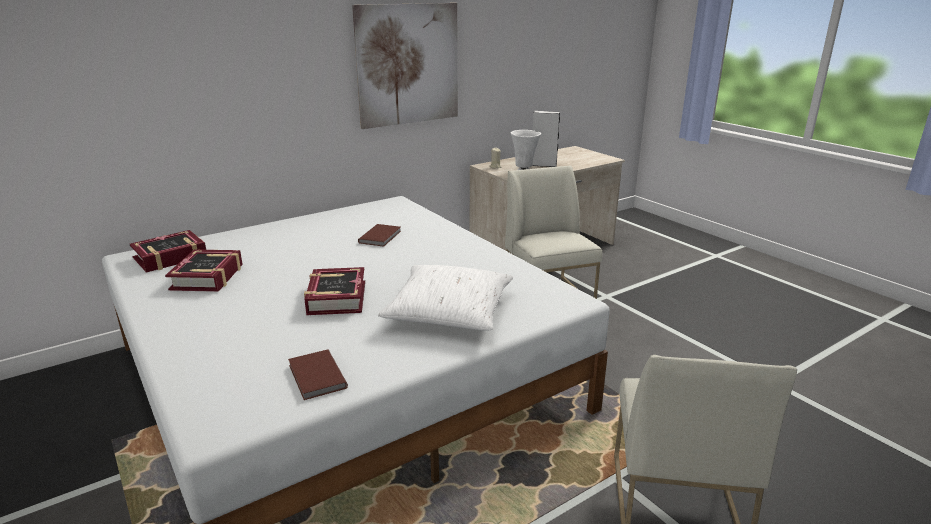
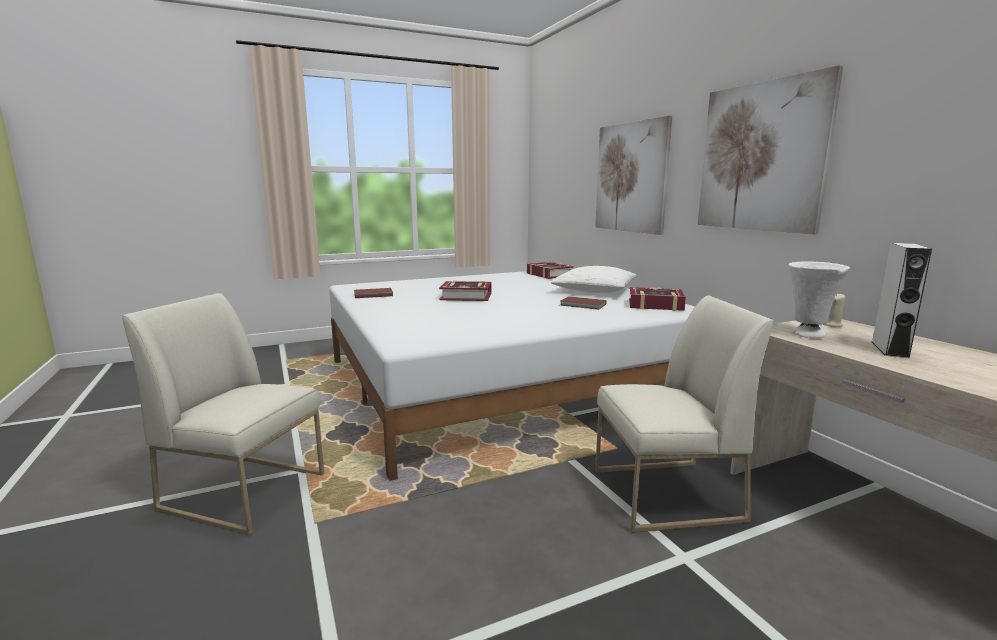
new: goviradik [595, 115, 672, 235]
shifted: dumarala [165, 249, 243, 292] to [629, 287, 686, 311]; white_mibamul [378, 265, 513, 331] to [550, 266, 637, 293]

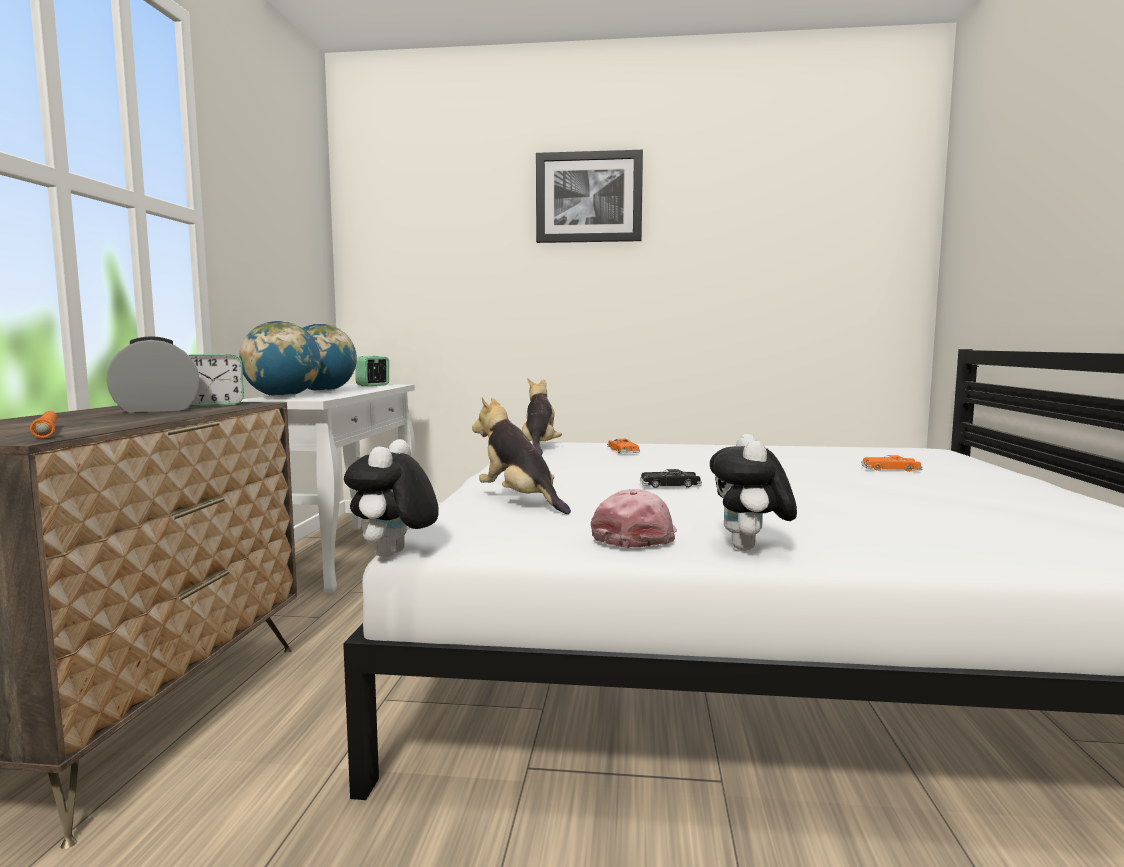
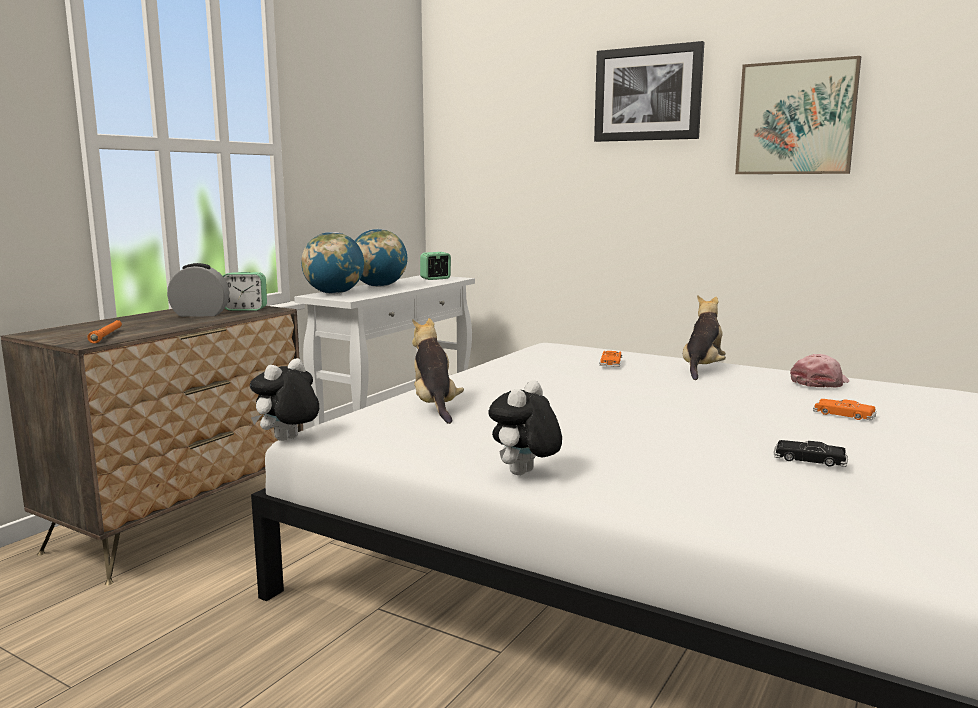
new: goviradik [735, 56, 861, 174]
shifted: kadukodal [522, 379, 562, 455] to [683, 295, 726, 380]; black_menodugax [640, 469, 702, 488] to [774, 440, 848, 467]; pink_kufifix [591, 489, 677, 549] to [790, 354, 849, 388]

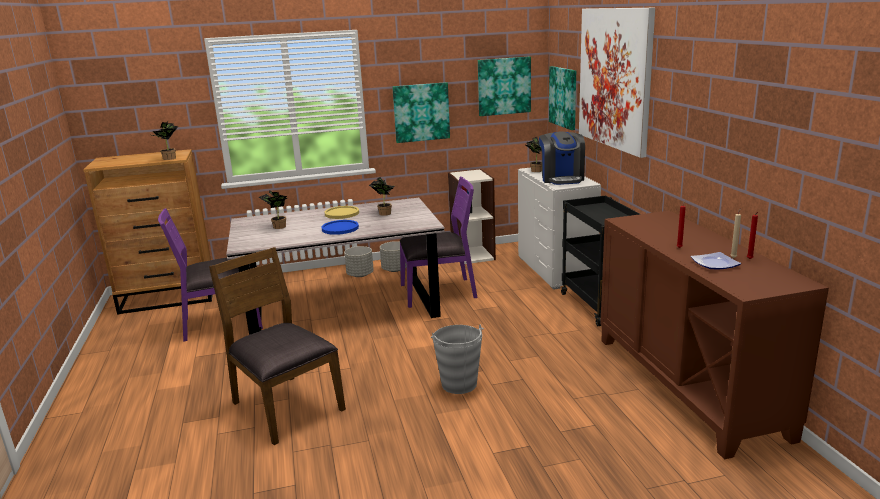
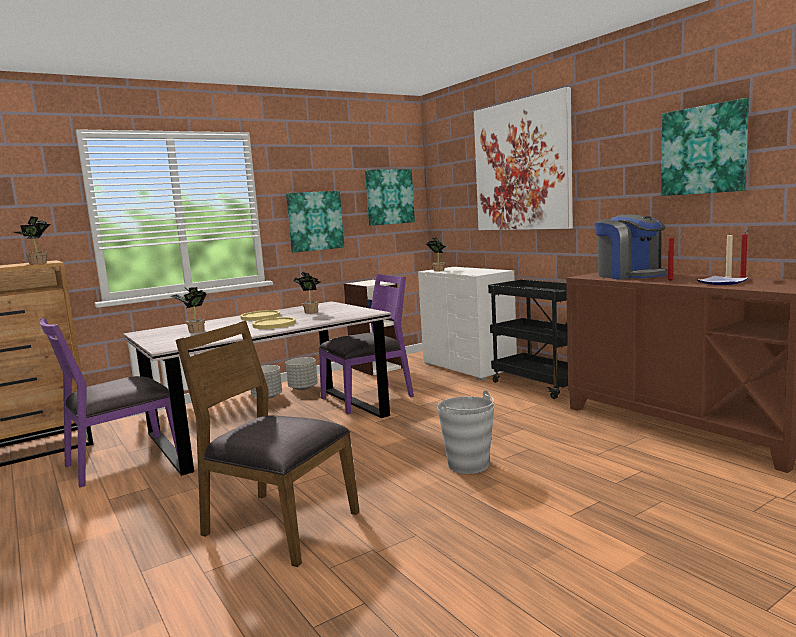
shifted: goviradik [549, 66, 576, 130] to [661, 98, 749, 196]; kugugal [539, 131, 585, 185] to [594, 215, 668, 280]
repainted: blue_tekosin [322, 220, 359, 235] to yellow_tekosin [252, 317, 296, 329]

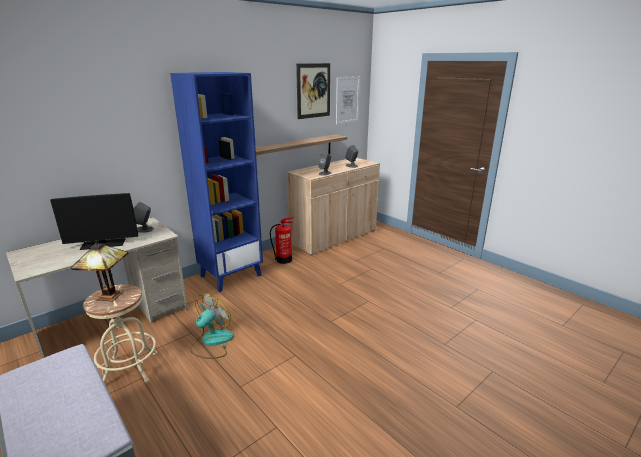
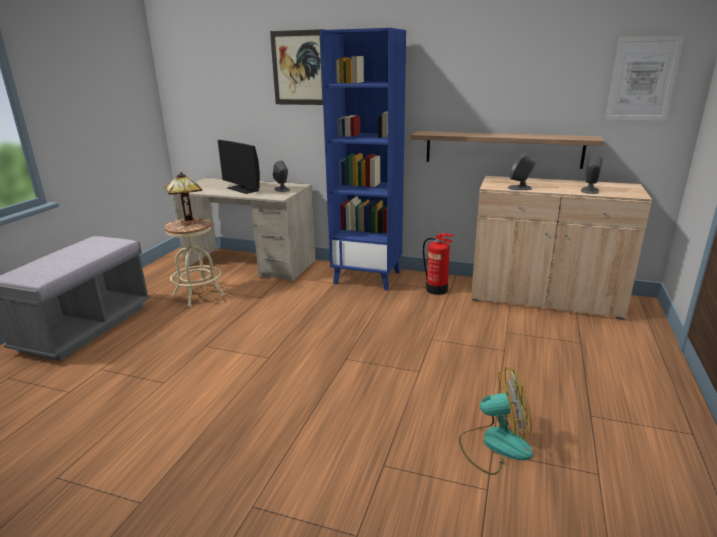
shifted: goviradik [296, 63, 330, 119] to [270, 29, 325, 105]; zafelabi [190, 293, 234, 359] to [459, 367, 533, 475]

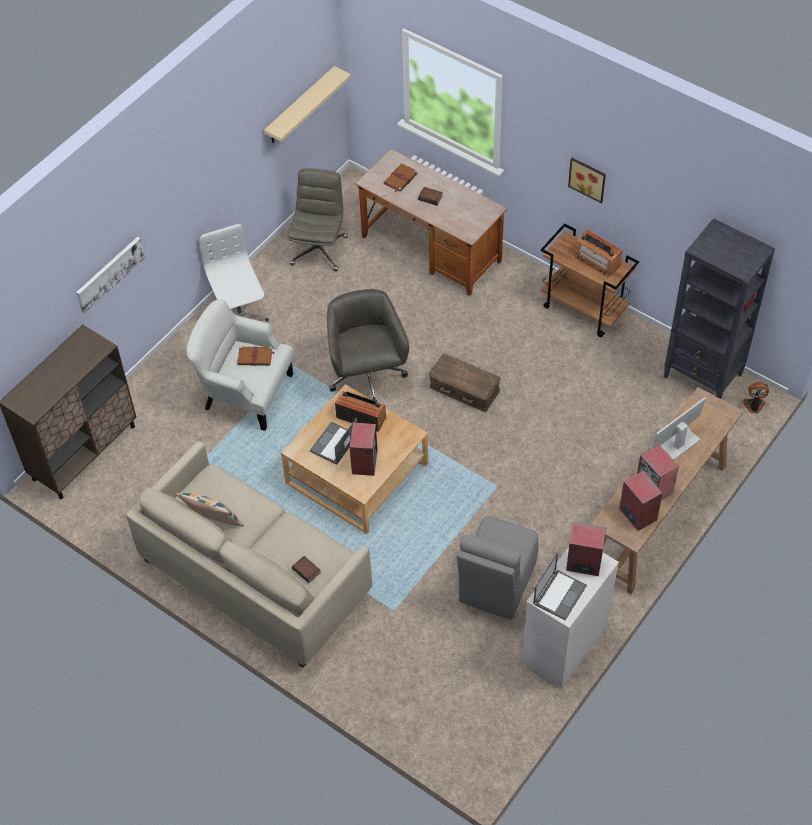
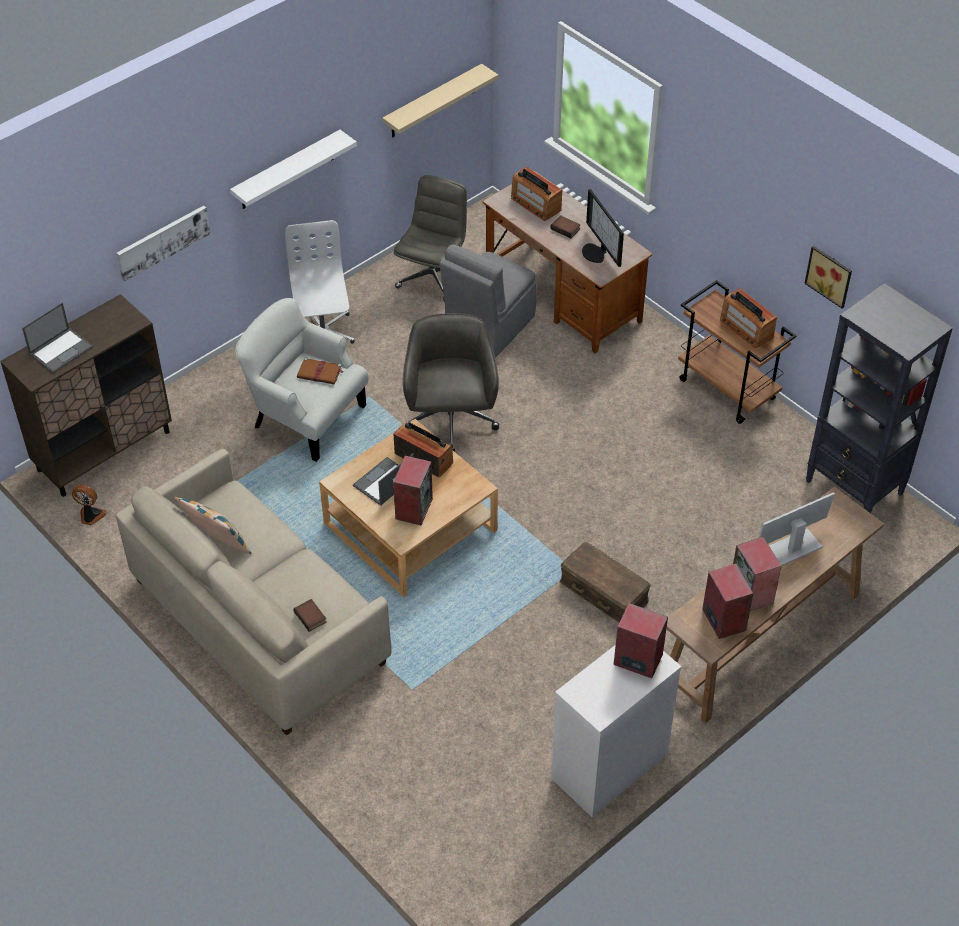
new: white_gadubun [230, 130, 357, 209]; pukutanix [582, 189, 624, 267]
shifted: goviradik [568, 158, 606, 203] to [804, 246, 852, 308]; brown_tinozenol [429, 354, 500, 412] to [560, 542, 651, 622]; zafelabi [743, 382, 769, 413] to [72, 485, 107, 525]; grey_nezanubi [457, 516, 539, 620] to [439, 245, 537, 358]; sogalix [533, 553, 587, 620] to [22, 303, 93, 374]
swapped: brown_dumarala [384, 164, 418, 192] to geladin [511, 167, 562, 221]

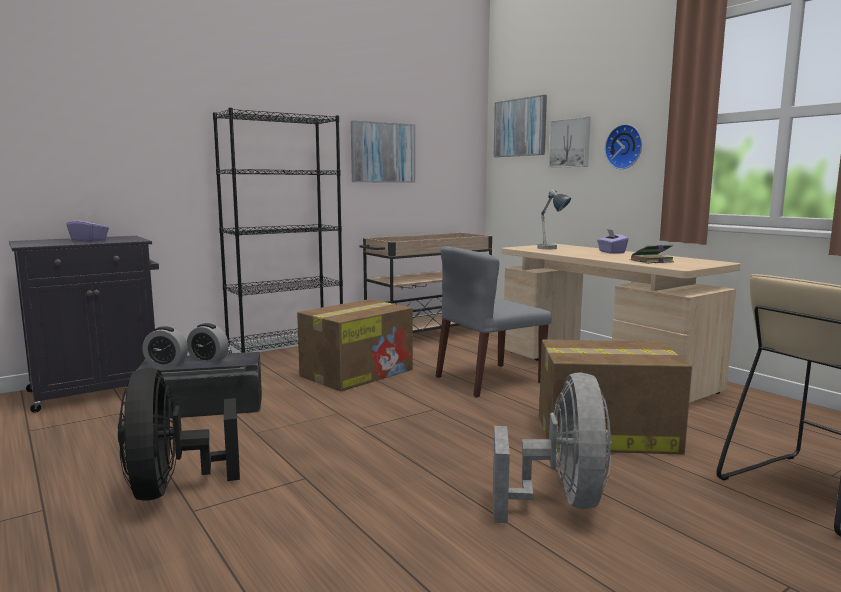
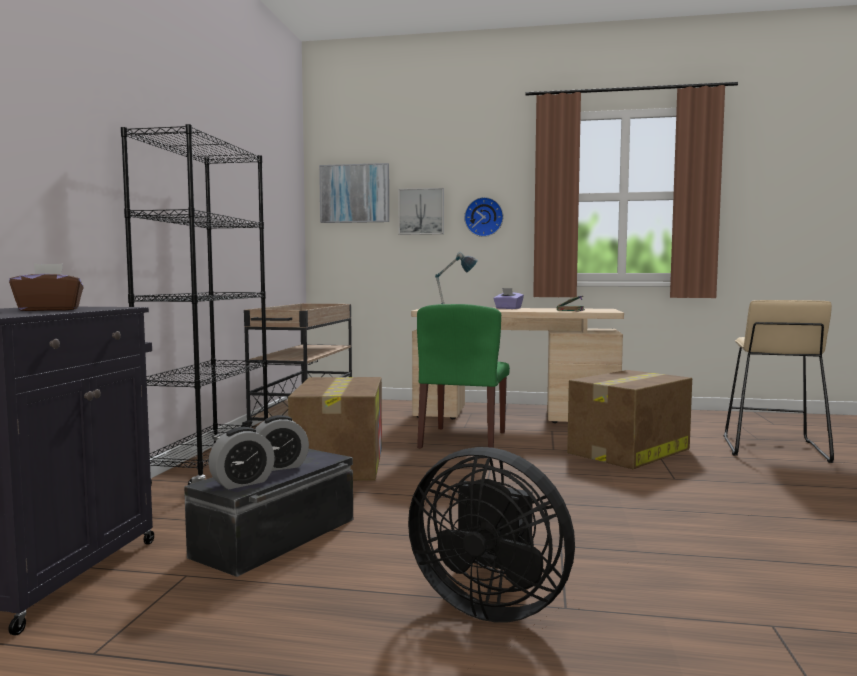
gone: goviradik [351, 120, 415, 182]; grey_zafelabi [493, 372, 612, 523]
repainted: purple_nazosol [66, 214, 109, 242] to brown_nazosol [9, 263, 84, 311]; grey_nezanubi [436, 246, 552, 398] to green_nezanubi [417, 304, 510, 449]

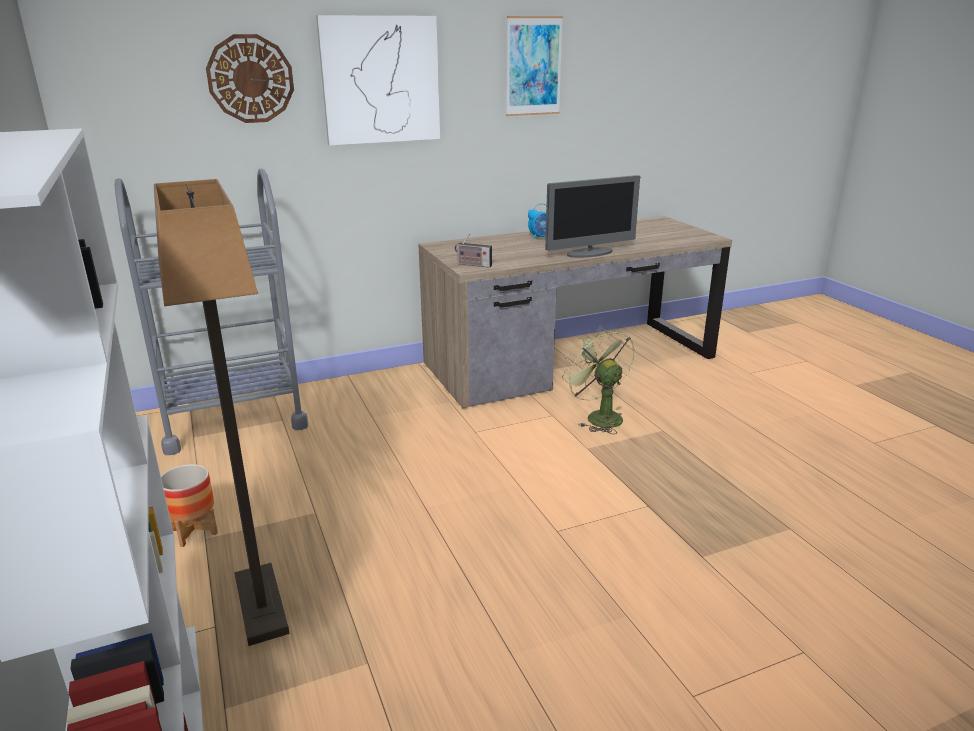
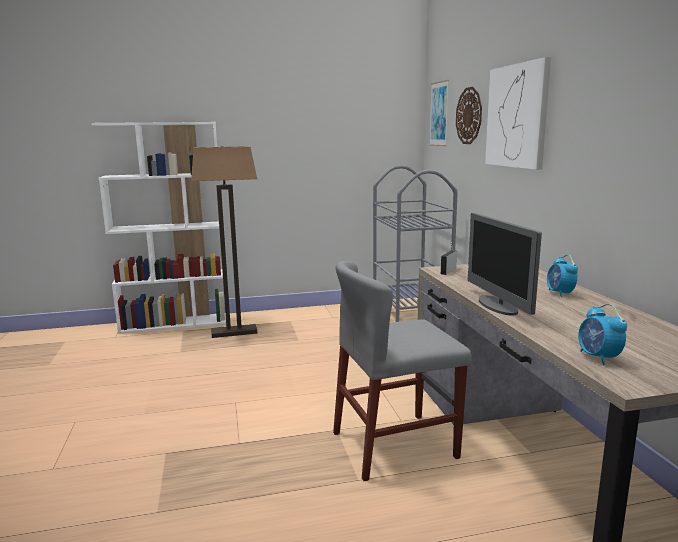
gone: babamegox [161, 464, 218, 547]
new: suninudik [578, 304, 627, 365]
shifted: goviradik [506, 16, 563, 116] to [429, 80, 449, 146]
swapped: green_zafelabi [562, 327, 635, 434] to grey_nezanubi [333, 261, 472, 481]

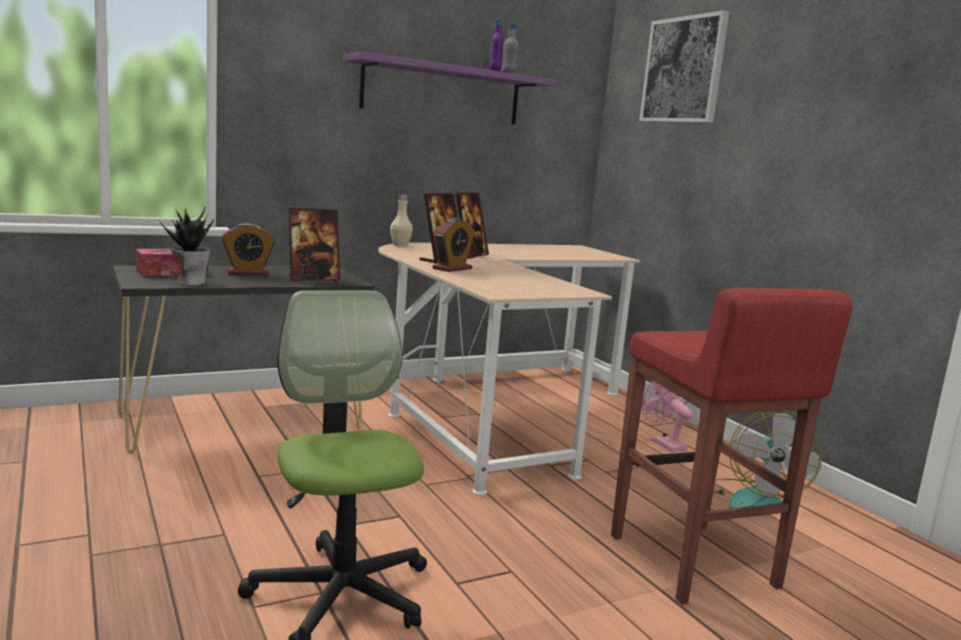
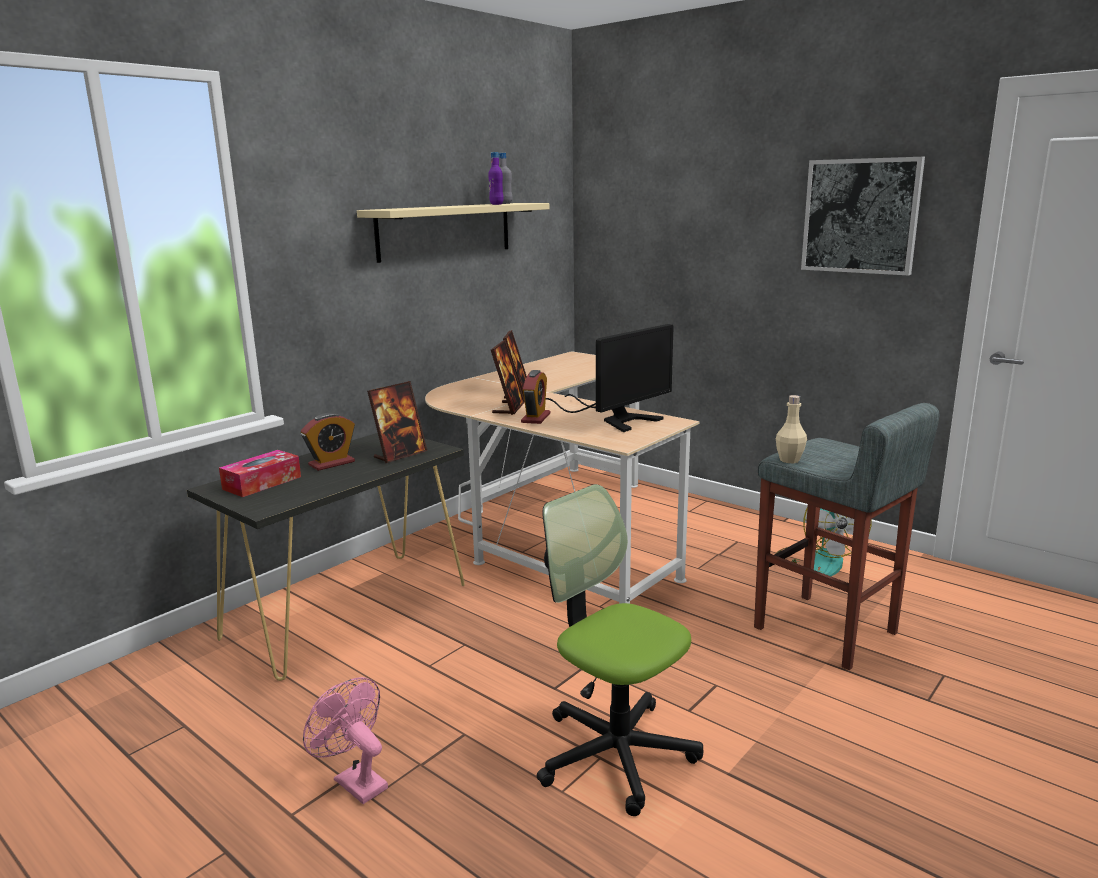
gone: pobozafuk [159, 207, 214, 285]
new: pukutanix [546, 324, 674, 432]
shifted: goviradik [639, 10, 729, 123] to [801, 157, 925, 275]; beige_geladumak [390, 195, 413, 247] to [776, 395, 807, 463]; pink_zafelabi [642, 381, 693, 452] to [303, 677, 388, 804]
repainted: purple_gadubun [343, 52, 556, 125] to beige_gadubun [357, 203, 550, 263]; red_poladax [611, 288, 853, 604] to grey_poladax [754, 403, 939, 670]

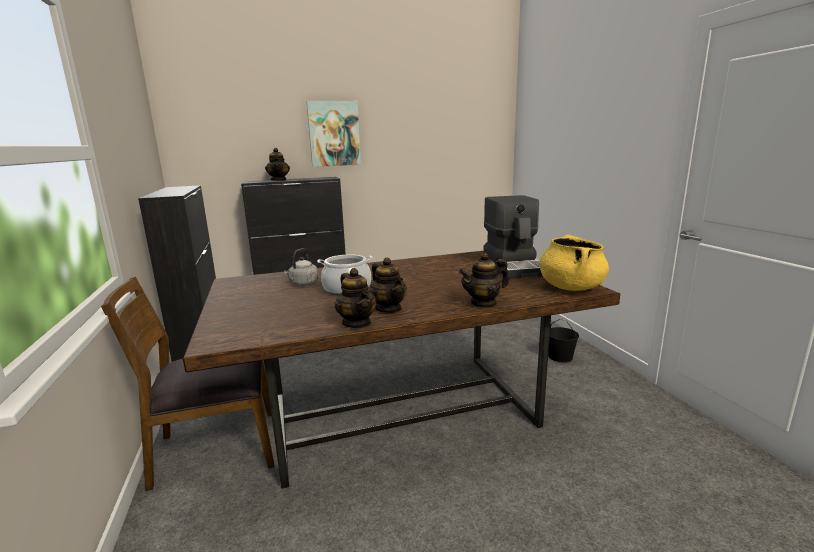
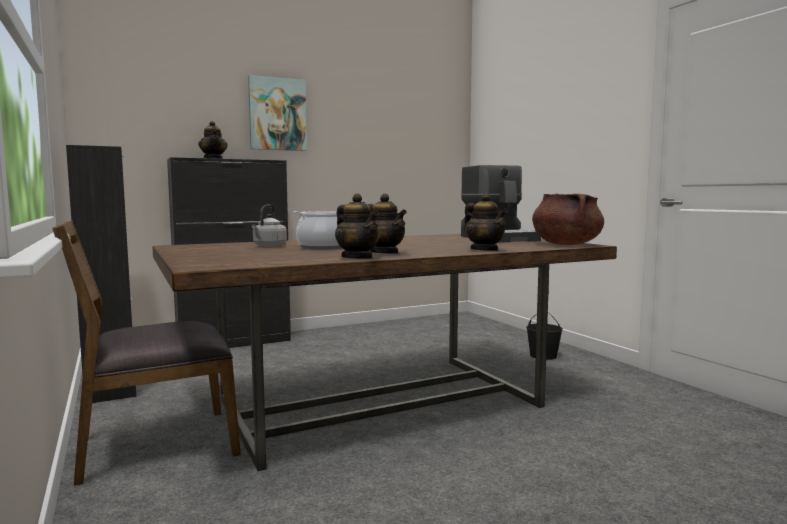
repainted: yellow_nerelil [540, 235, 609, 291] to brown_nerelil [532, 193, 604, 245]
rotated: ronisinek [459, 253, 509, 308] = [464, 193, 508, 251] 90 degrees counterclockwise

